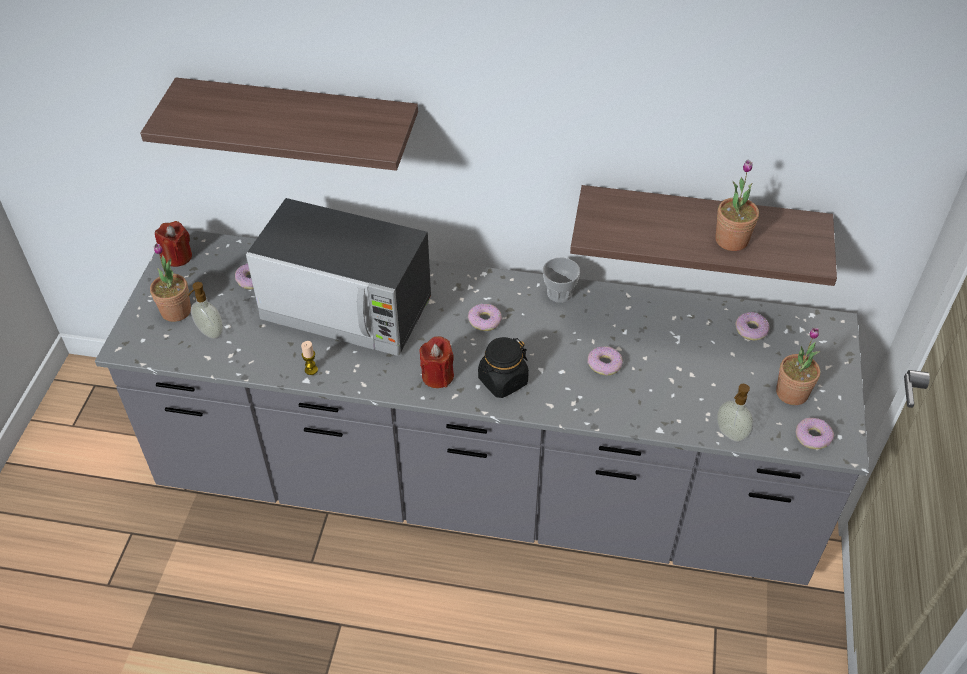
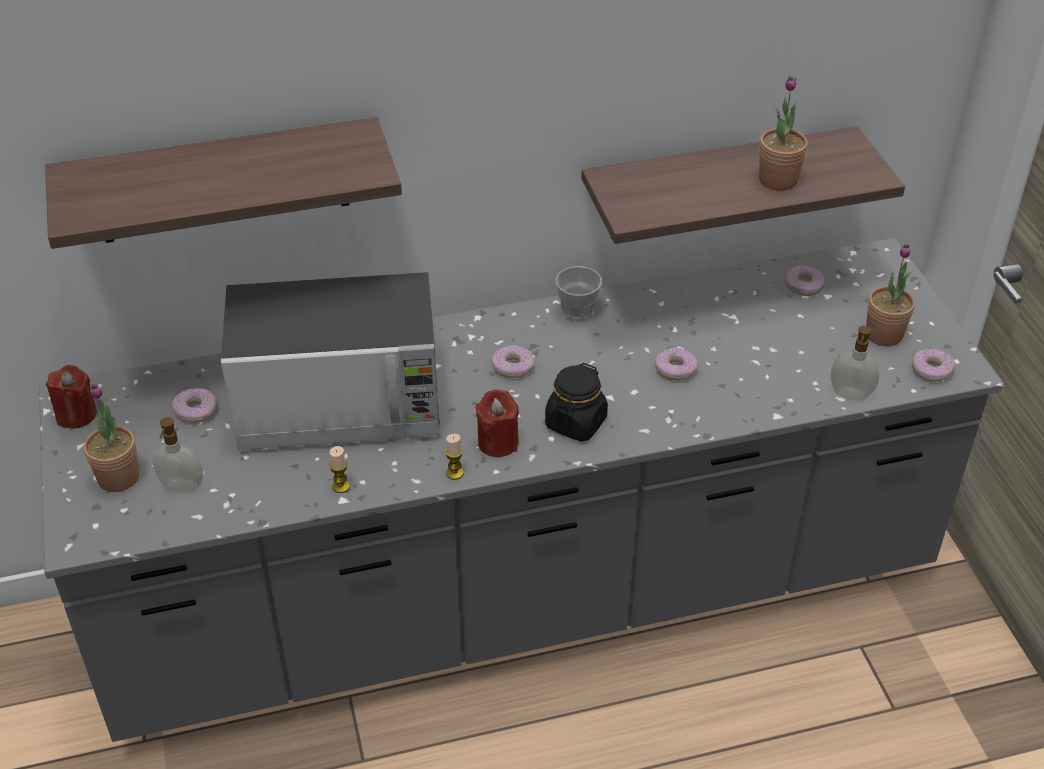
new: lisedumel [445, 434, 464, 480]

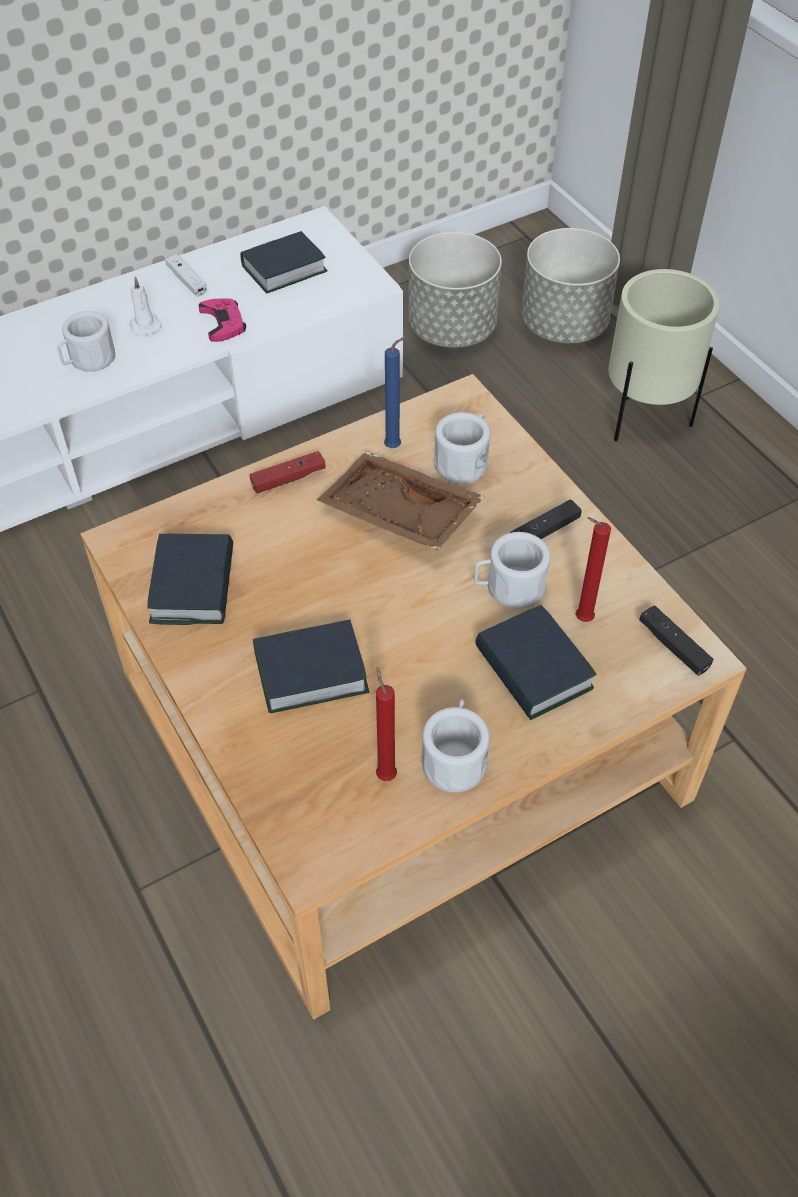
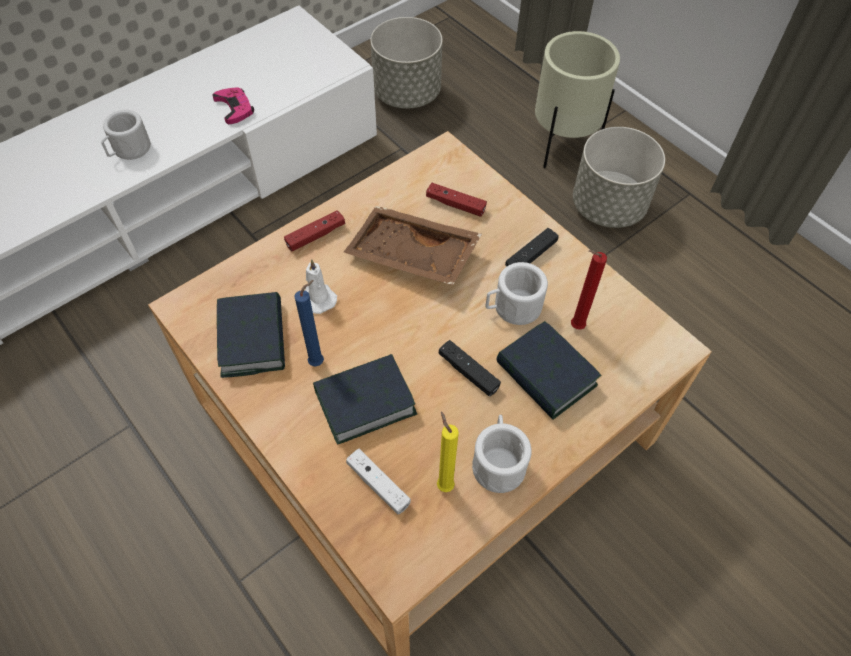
gone: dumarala [240, 231, 328, 293]
shifted: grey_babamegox [521, 228, 620, 344] to [573, 127, 665, 228]; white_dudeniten [165, 254, 207, 296] to [346, 449, 411, 515]; white_lisedumel [130, 276, 162, 336] to [305, 259, 337, 314]; blue_lisedumel [384, 336, 406, 448] to [294, 280, 324, 366]; black_dudeniten [639, 605, 713, 676] to [439, 340, 501, 396]
swapped: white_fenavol [434, 412, 490, 484] to red_dudeniten [426, 183, 487, 216]
repainted: red_lisedumel [376, 667, 397, 781] to yellow_lisedumel [437, 411, 459, 492]

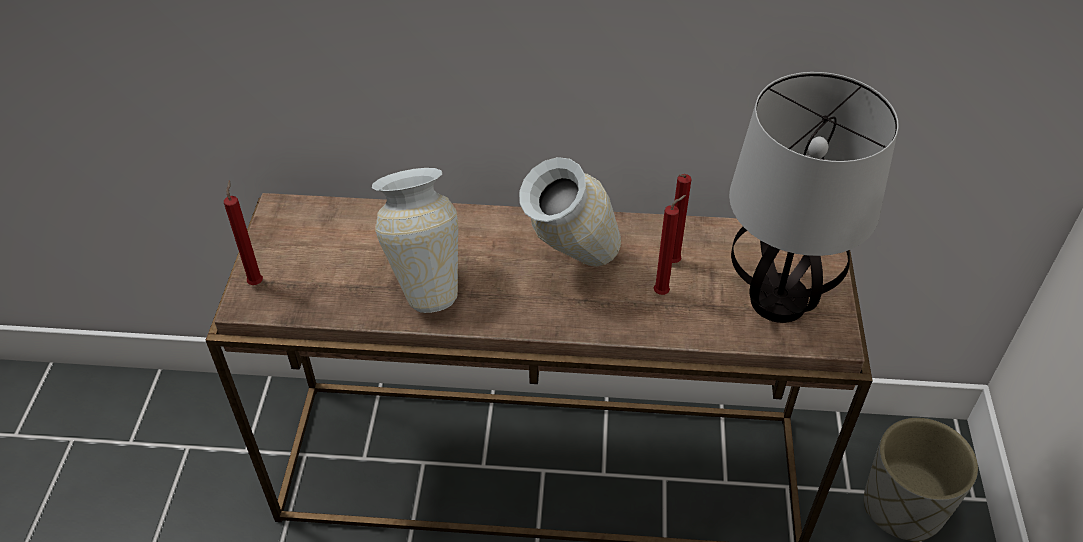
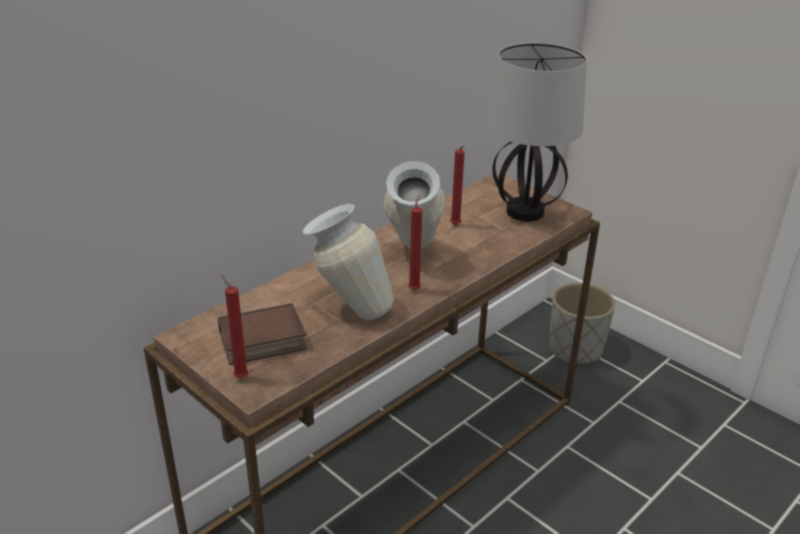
new: dumarala [218, 303, 307, 365]
shifted: red_lisedumel [654, 195, 686, 295] to [408, 195, 422, 290]

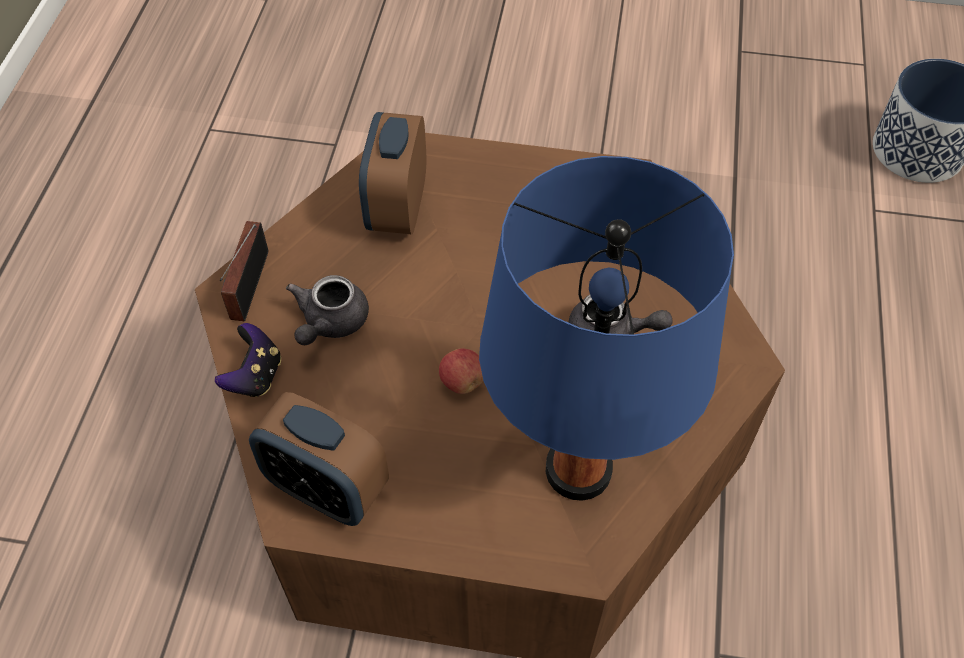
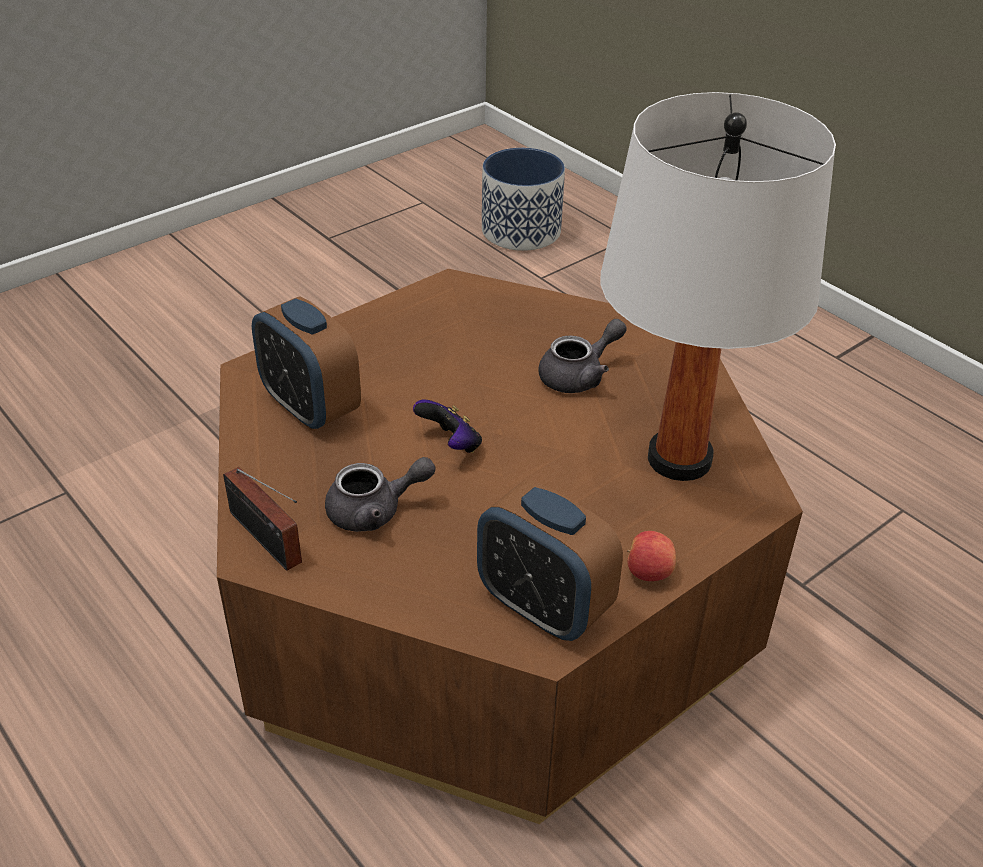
shifted: dudeniten [215, 323, 281, 397] to [413, 399, 482, 453]; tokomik [439, 348, 483, 394] to [627, 531, 676, 581]
repainted: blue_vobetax [479, 156, 734, 501] to white_vobetax [600, 92, 836, 481]
rotated: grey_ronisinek [286, 275, 369, 345] = [325, 457, 436, 532] 75 degrees counterclockwise; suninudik [249, 392, 389, 526] = [477, 480, 623, 641] 60 degrees clockwise

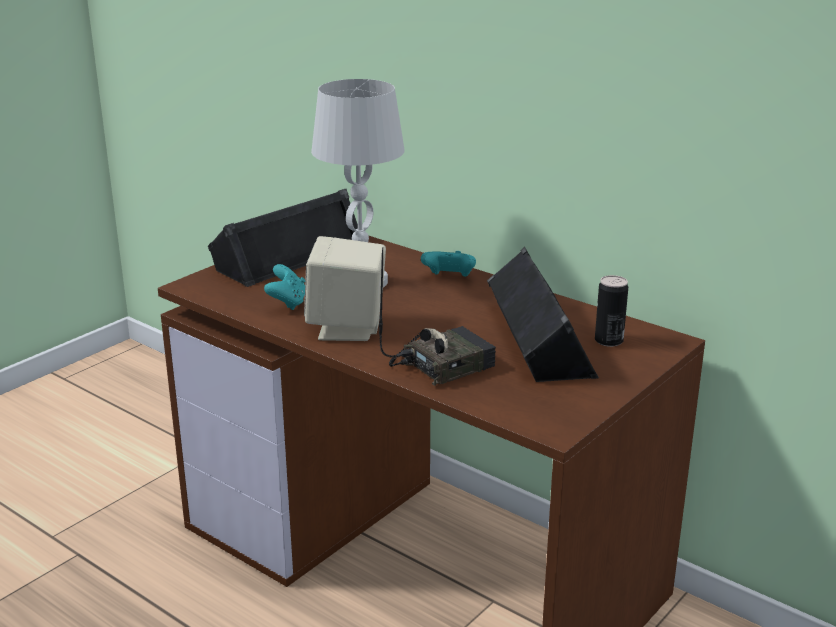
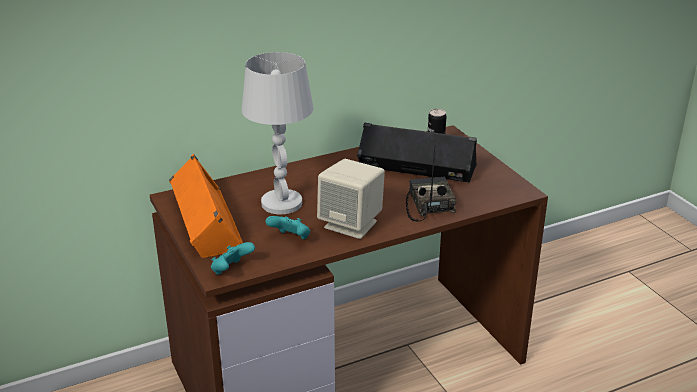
shifted: turquoise_dudeniten [421, 251, 476, 277] to [211, 242, 255, 275]
repainted: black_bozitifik [208, 189, 358, 287] to orange_bozitifik [169, 154, 243, 258]

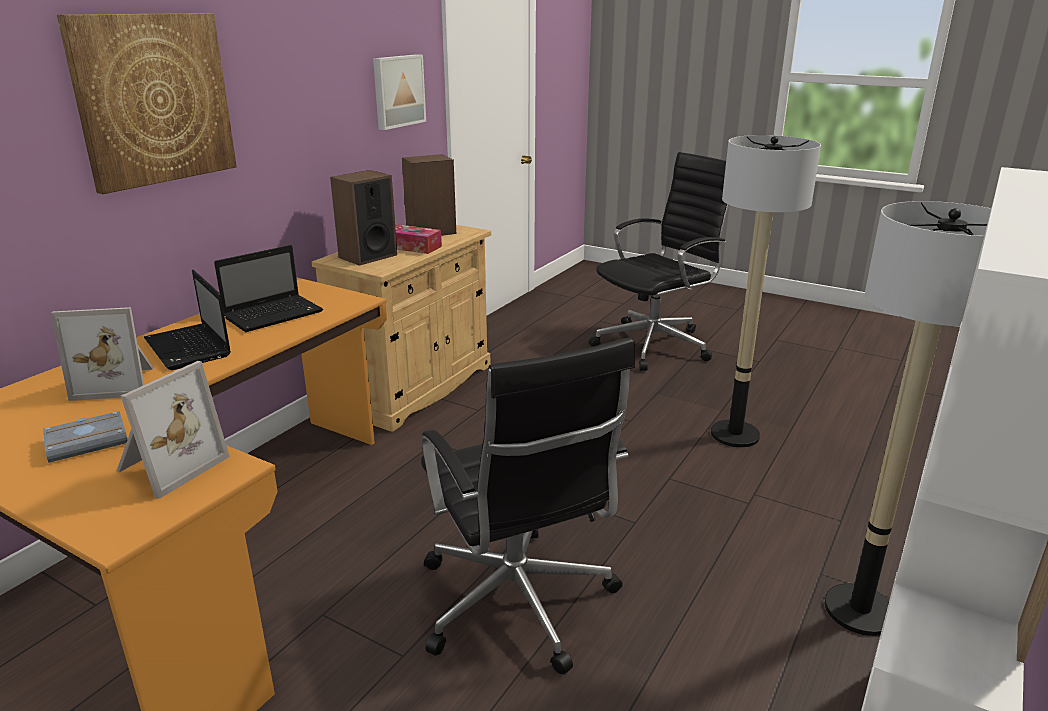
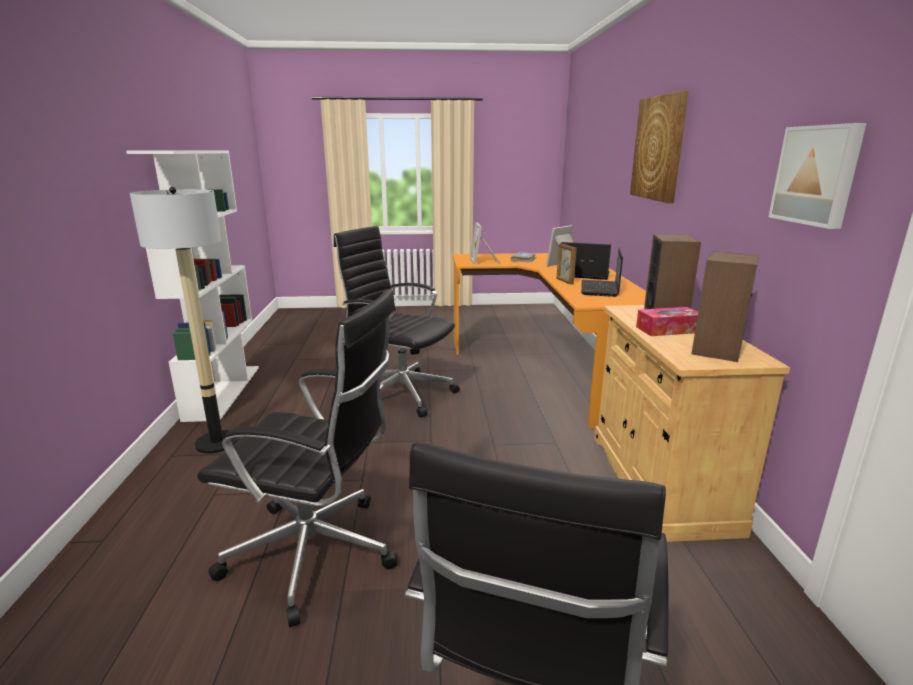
new: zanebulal [557, 243, 576, 285]
swapped: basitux [711, 135, 821, 447] to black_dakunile [197, 289, 397, 627]

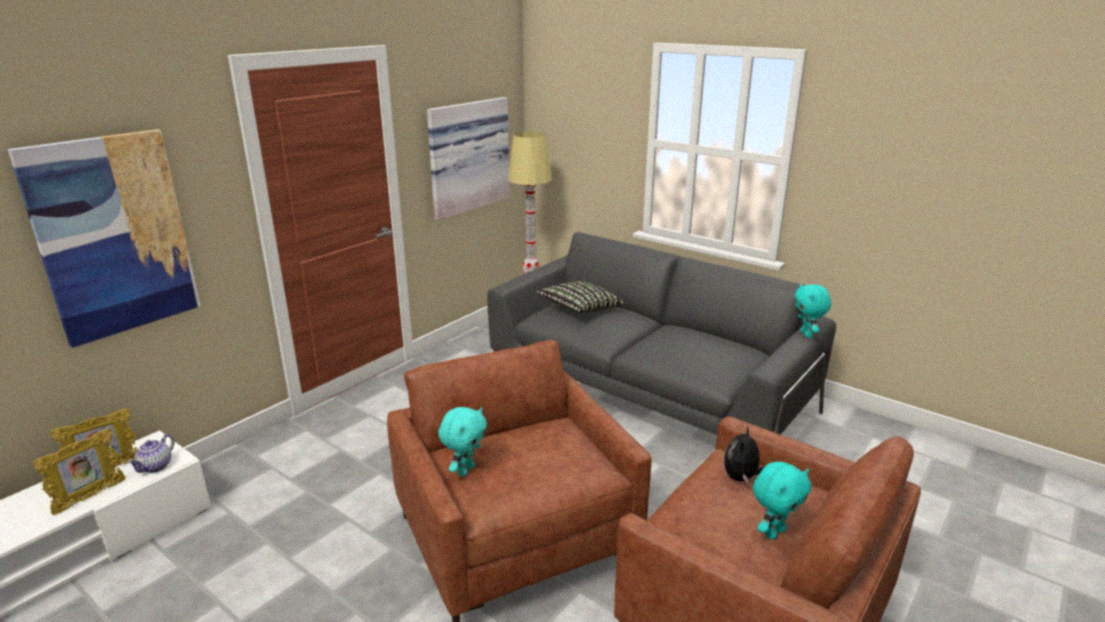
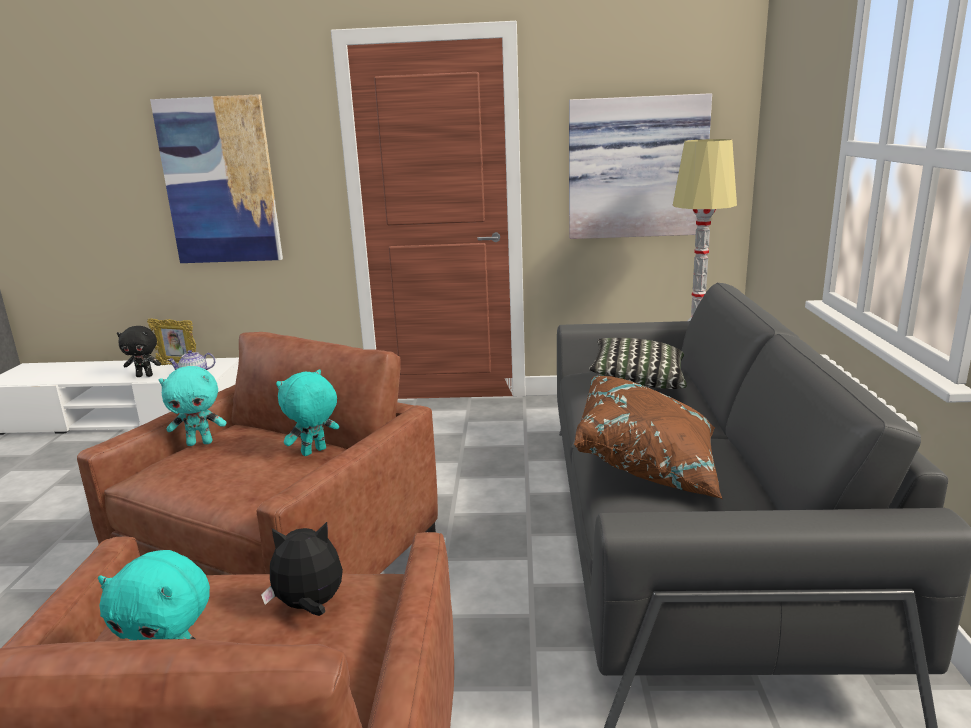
new: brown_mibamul [574, 376, 722, 499]
shifted: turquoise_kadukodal [795, 283, 831, 338] to [276, 369, 339, 456]
swapped: zanebulal [33, 428, 125, 515] to black_kadukodal [117, 326, 161, 377]

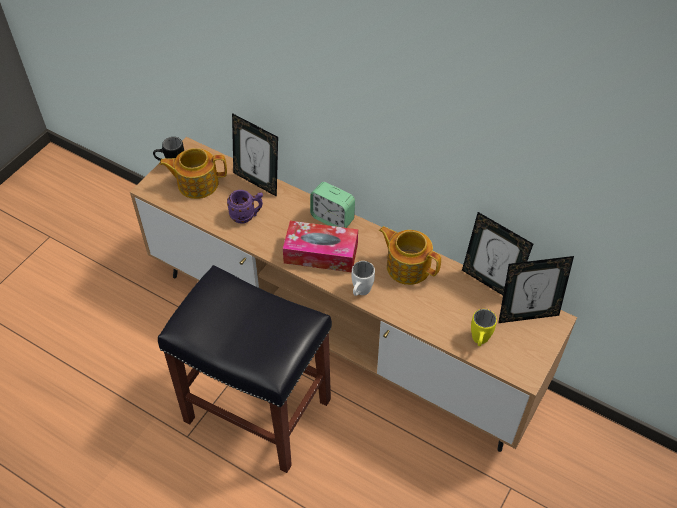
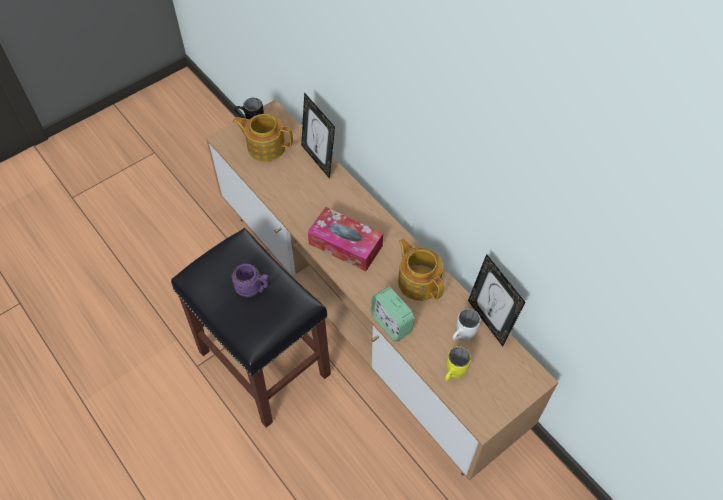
gone: zanebulal [498, 256, 574, 323]
shifted: suninudik [310, 182, 355, 228] to [371, 287, 415, 342]; purple_fenavol [227, 190, 263, 223] to [231, 264, 269, 298]; white_fenavol [352, 261, 375, 296] to [453, 309, 481, 341]

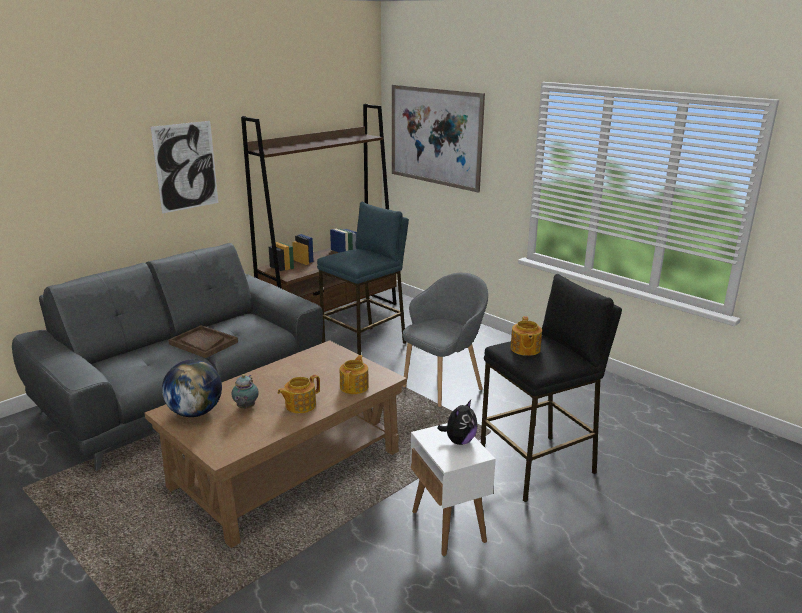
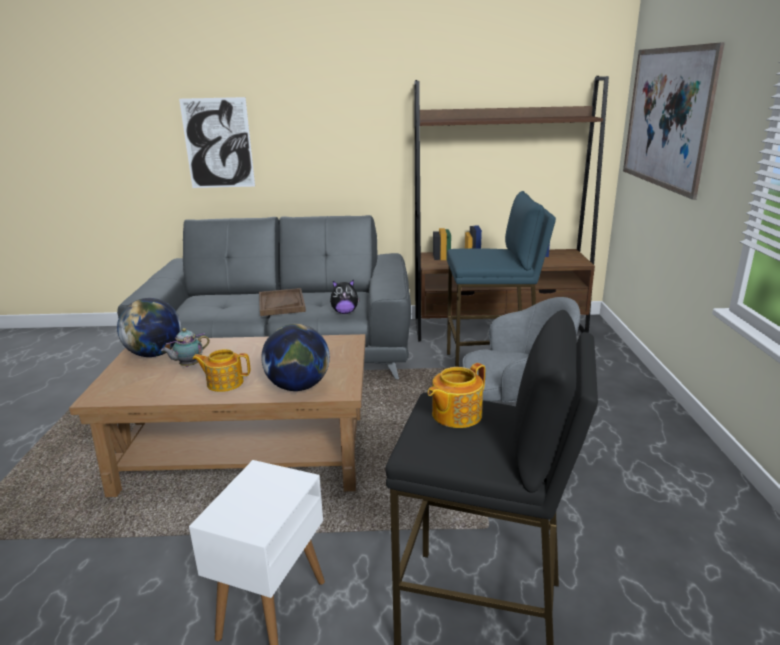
shifted: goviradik [151, 121, 218, 214] to [179, 97, 255, 188]; kadukodal [437, 400, 477, 445] to [330, 280, 360, 314]
swapped: ronisinek [340, 355, 369, 394] to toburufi [261, 324, 330, 391]

